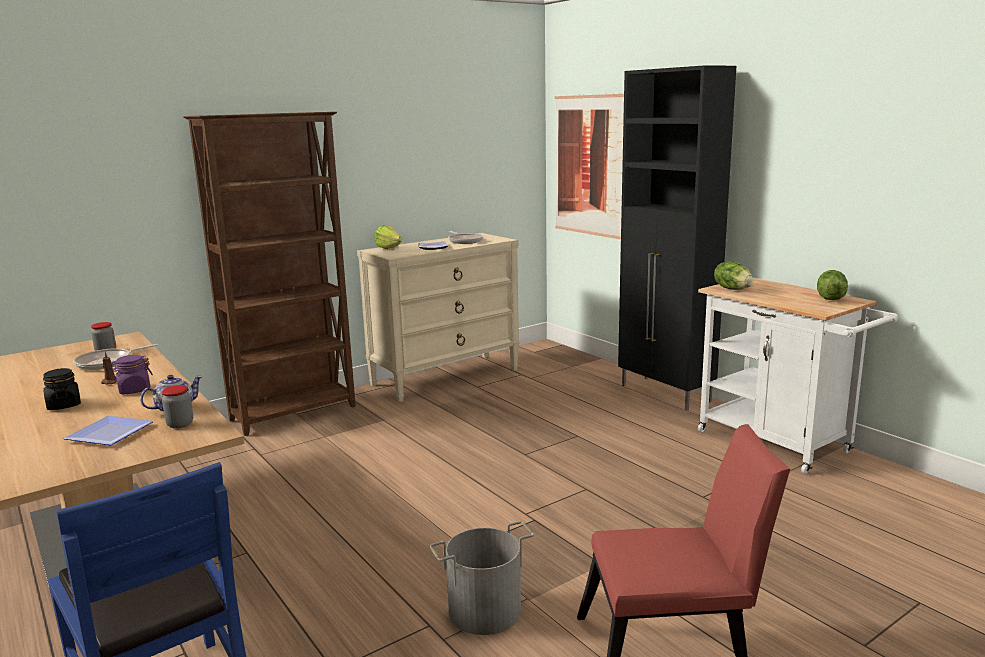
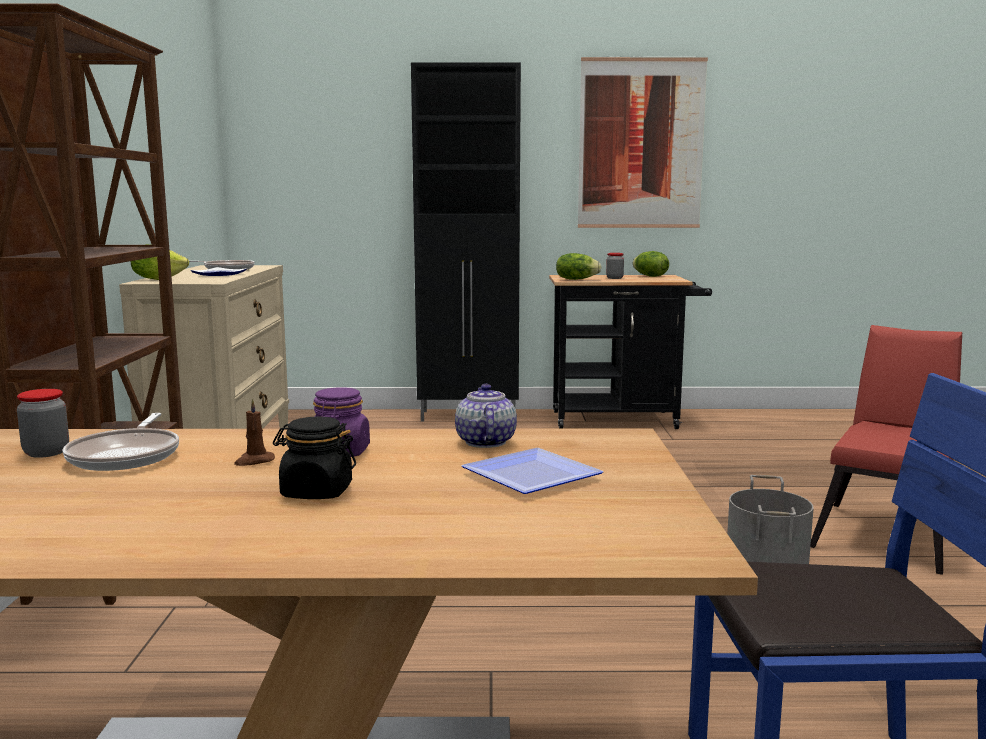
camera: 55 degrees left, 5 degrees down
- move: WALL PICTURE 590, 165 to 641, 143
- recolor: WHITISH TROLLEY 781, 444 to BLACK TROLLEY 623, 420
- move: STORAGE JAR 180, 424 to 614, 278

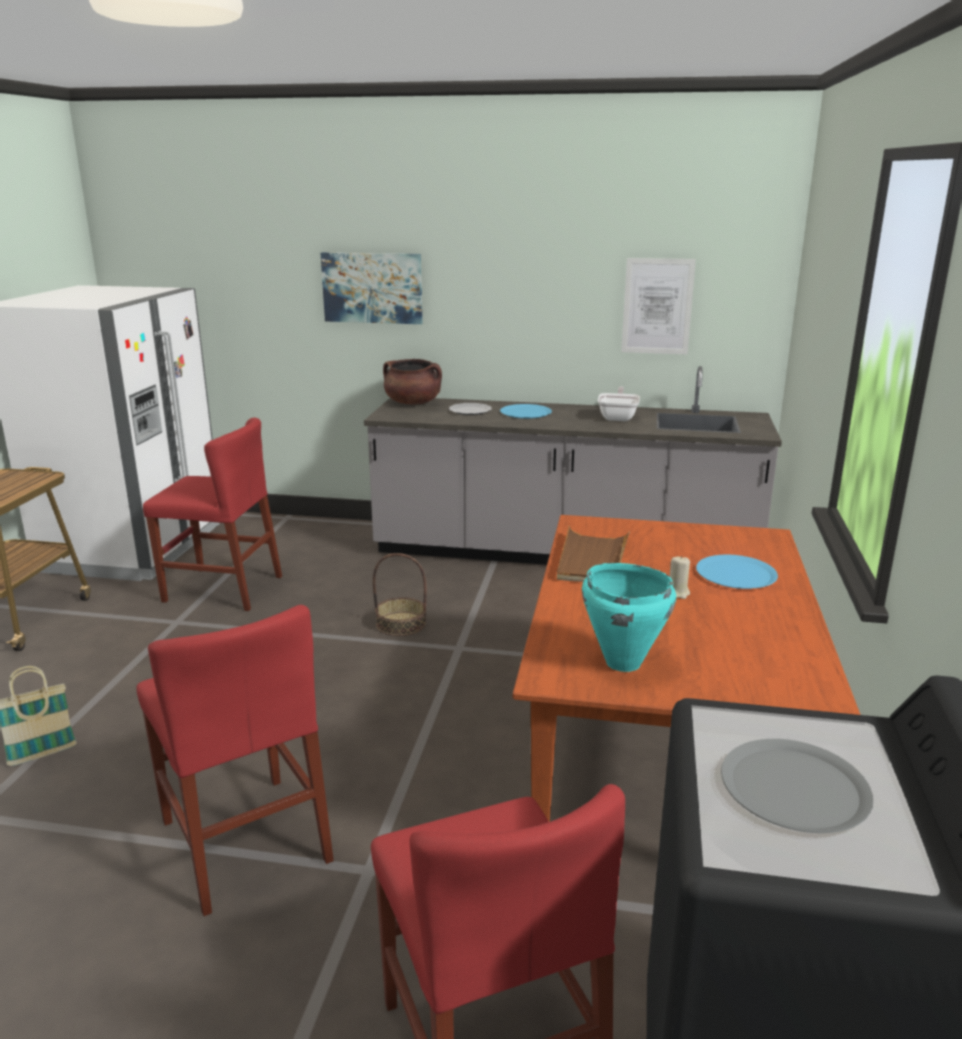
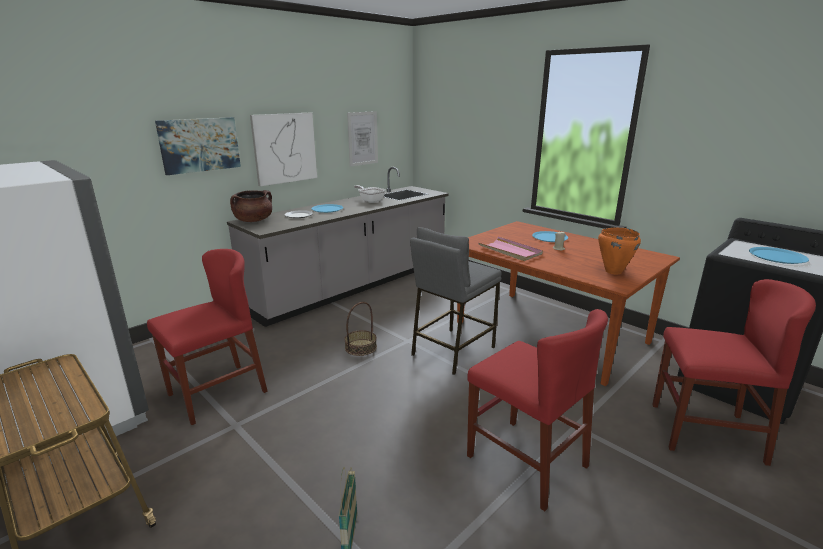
camera: 55 degrees left, 0 degrees up
- recolor: BROWNISH SERVING TRAY 592, 560 to PINK SERVING TRAY 510, 251
- recolor: TURQUOISE-COLOURED SAUCEPOT 622, 662 to ORANGEY SAUCEPOT 613, 271
- rotate: RED PLAIN CHAIR 245, 840 = 526, 461 45 degrees clockwise
- recolor: GREY FLAT DISH 794, 787 to BLUISH FLAT DISH 777, 256
- insert: WALL PICTURE 284, 148
- insert: GREY SITTING STOOL 452, 350

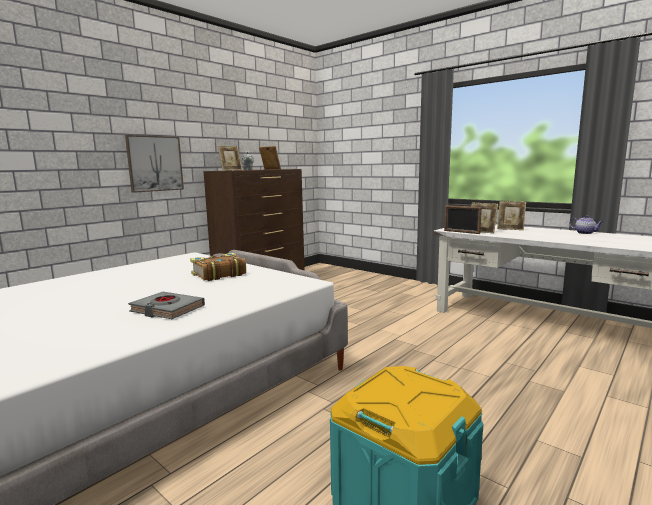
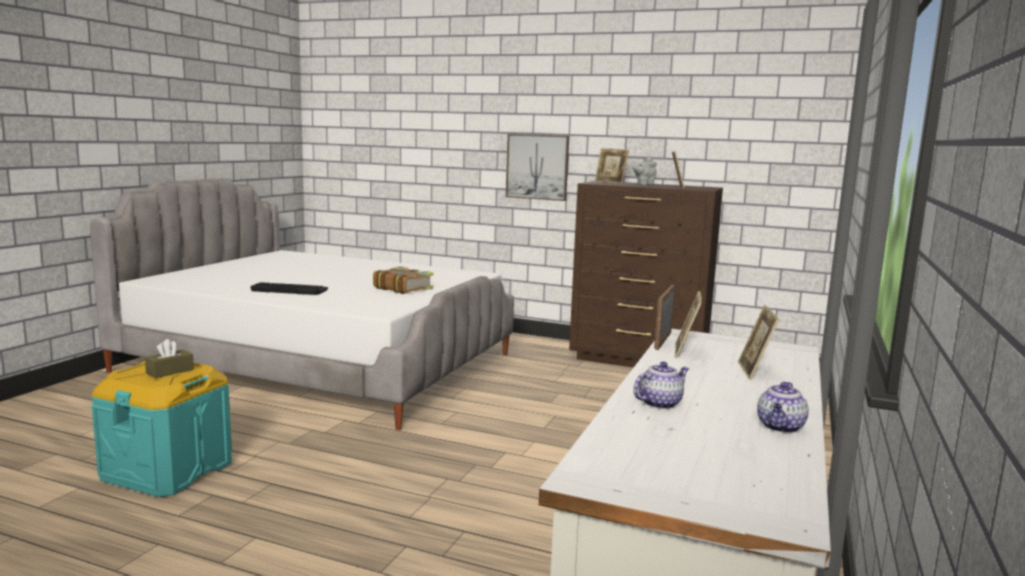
camera: 70 degrees right, 0 degrees up
- replace: GREY BOUND BOOK 167, 309 to KEYBOARD 289, 289
- insert: BROWNISH BOX OF TISSUES 170, 371
- insert: TEA POT 660, 403

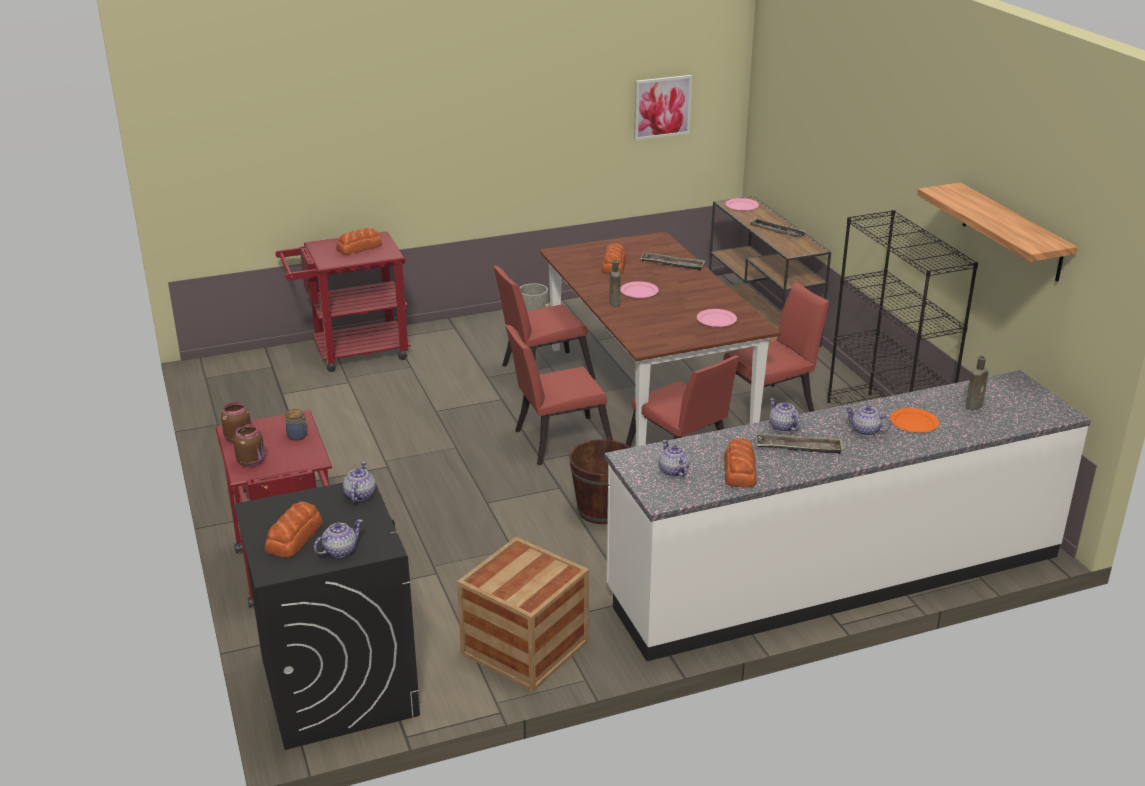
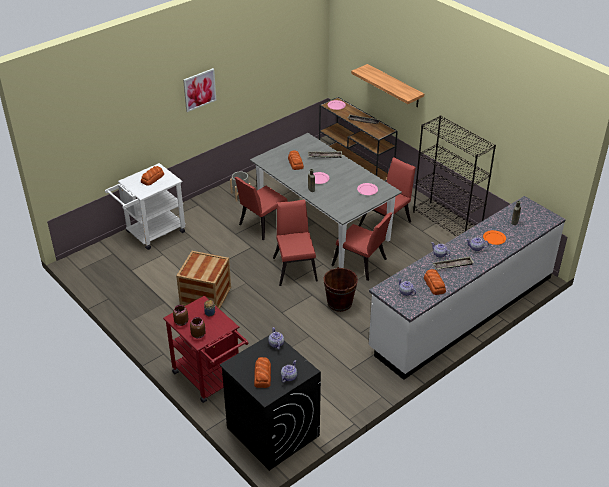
camera: 20 degrees left, 10 degrees up
- move: WALL PICTURE 662, 107 to 199, 89
- move: WALL SHELF 1012, 232 to 394, 86
- recolor: RED TROLLEY 351, 352 to WHITISH TROLLEY 151, 234
- recolor: BROWNISH DINING TABLE 648, 389 to GREY DINING TABLE 322, 223
- rotate: RED PLAIN CHAIR 557, 441 = 295, 267 120 degrees clockwise
- move: SHIPPING CRATE 525, 648 to 205, 296

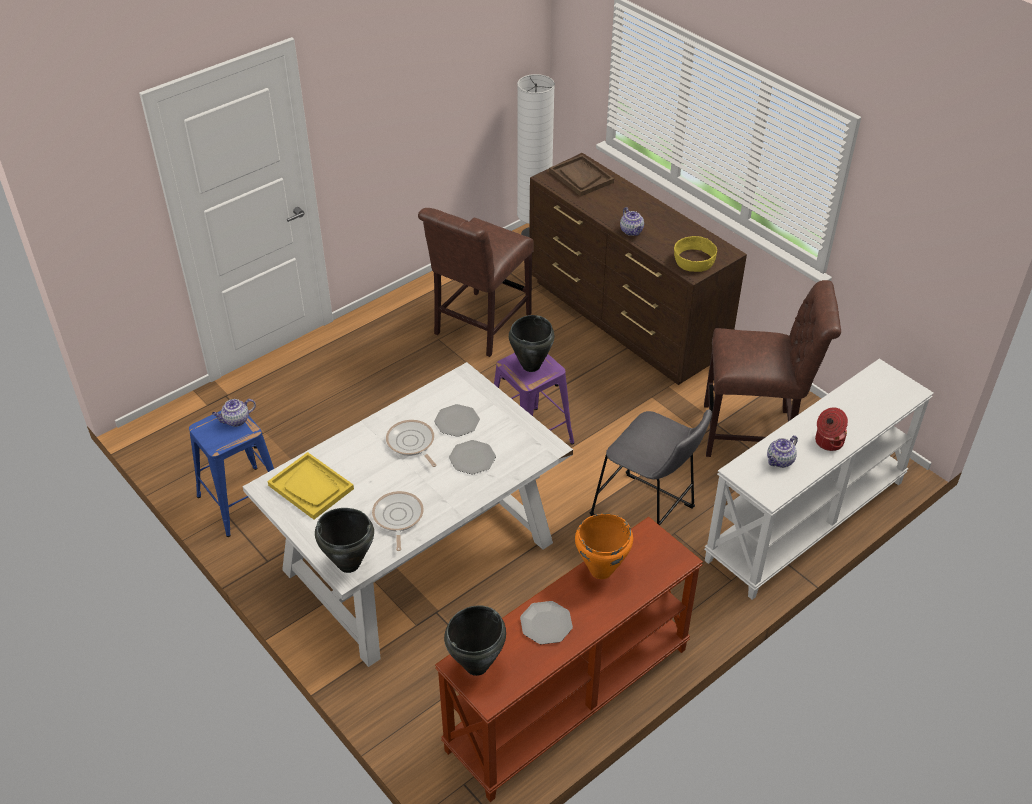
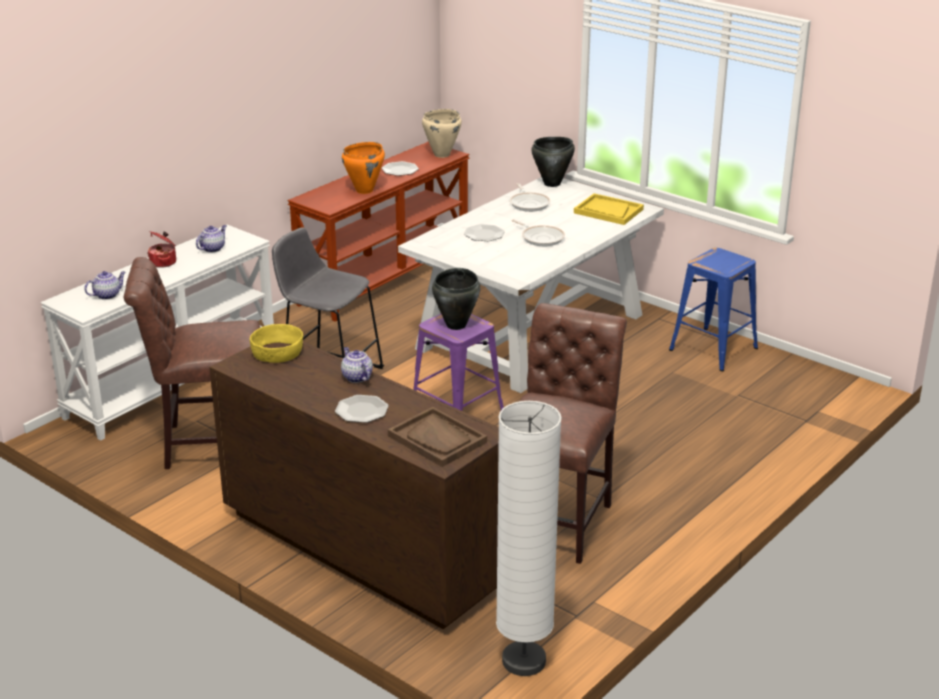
camera: 170 degrees right, 15 degrees down
- move: TEA POT 236, 420 to 107, 295
- move: FLAT DISH 457, 421 to 362, 410
- recolor: BLACK SAUCEPOT 477, 665 to SAND-COLOURED SAUCEPOT 441, 154

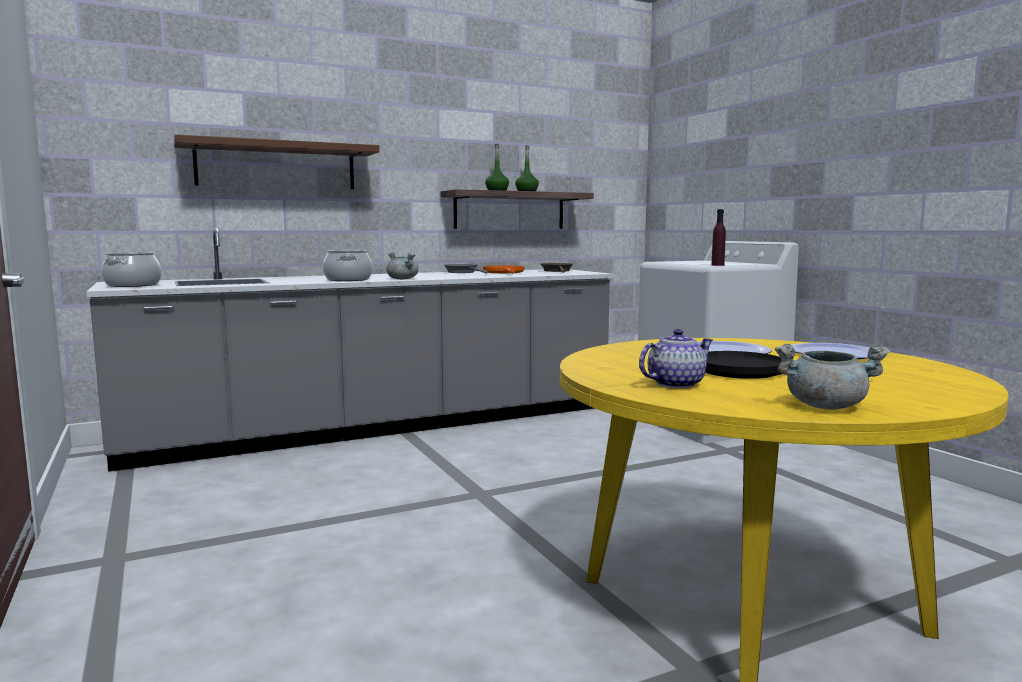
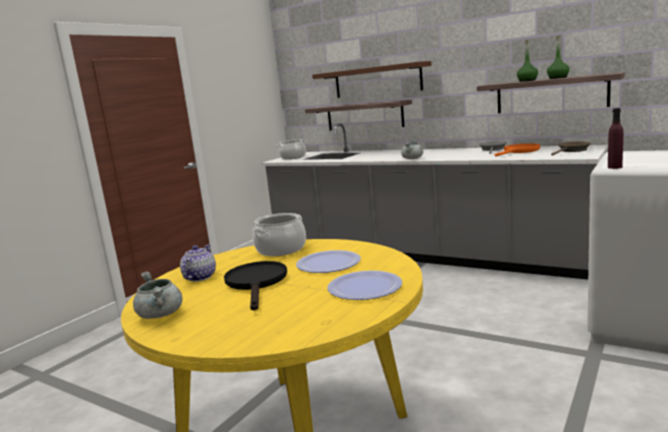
camera: 60 degrees right, 5 degrees up
- move: SAUCEPOT 348, 280 to 281, 249
- rotate: TEA POT 675, 384 = 199, 277 105 degrees counterclockwise
- insert: WALL SHELF 364, 116

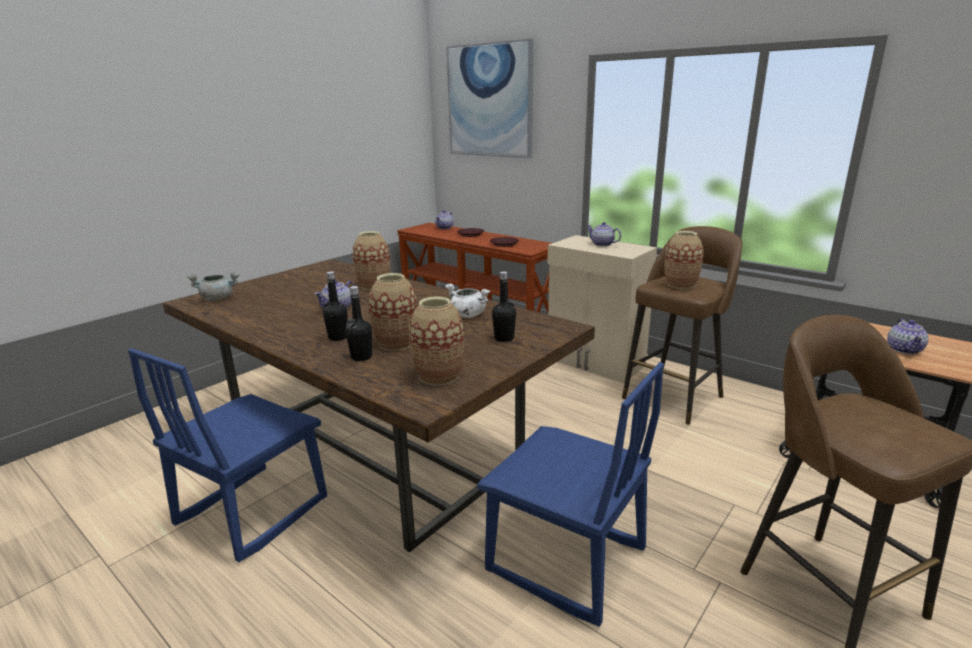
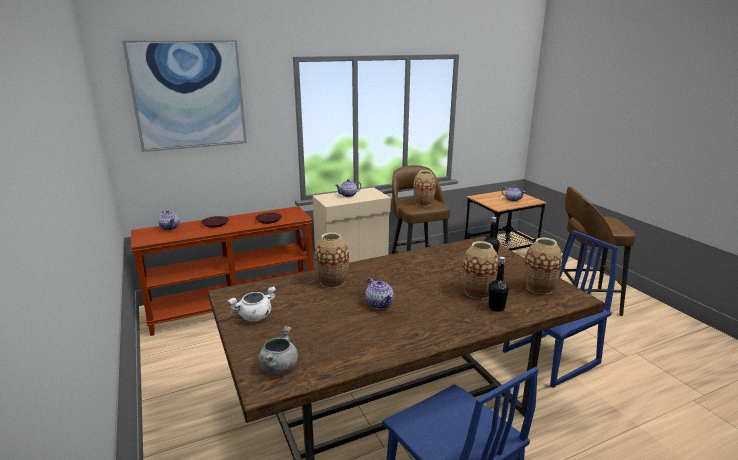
camera: 65 degrees left, 0 degrees up
- delete: BLACK DRINK BOTTLE 338, 337
- move: WHITISH SAUCEPOT 467, 315 to 255, 317

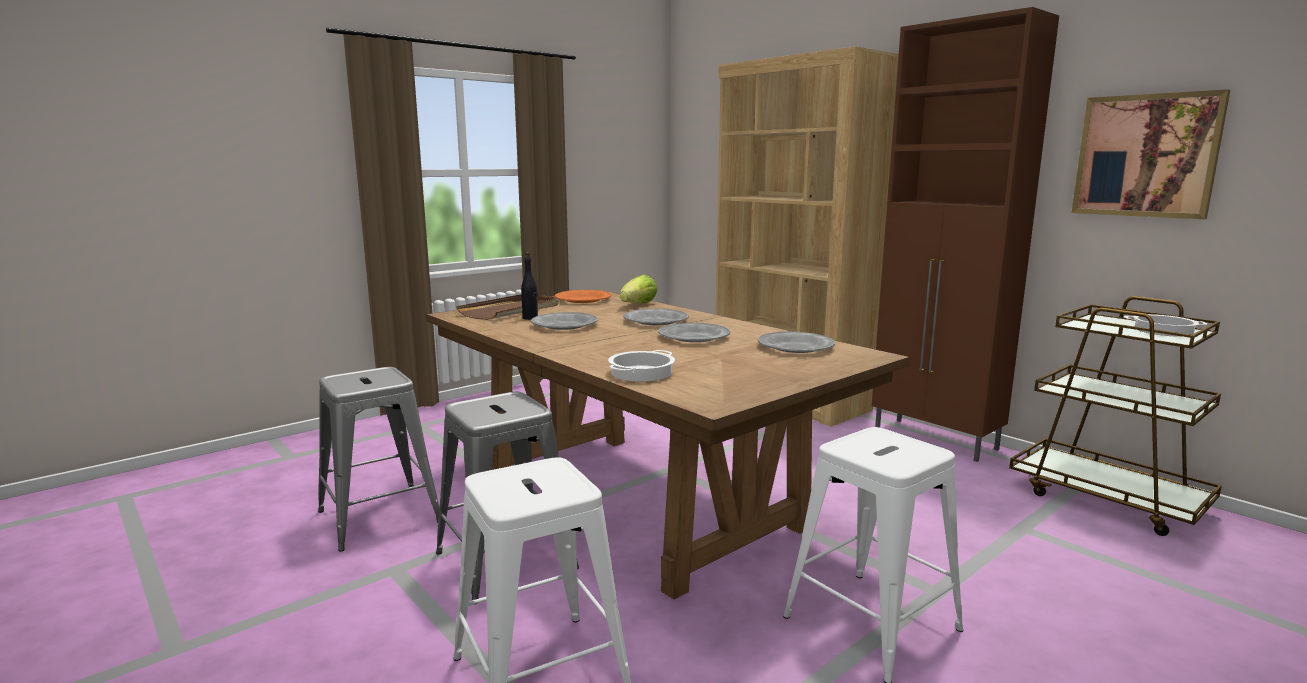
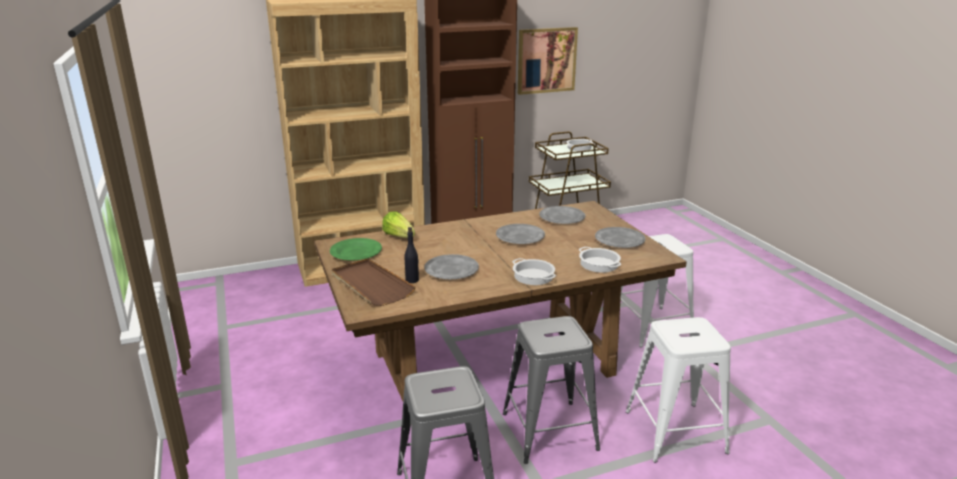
camera: 70 degrees left, 10 degrees up
- recolor: ORANGEY FLAT DISH 582, 300 to GREENISH FLAT DISH 356, 253
- move: GREY FLAT DISH 656, 321 to 619, 240
- insert: SAUCEPOT 534, 276

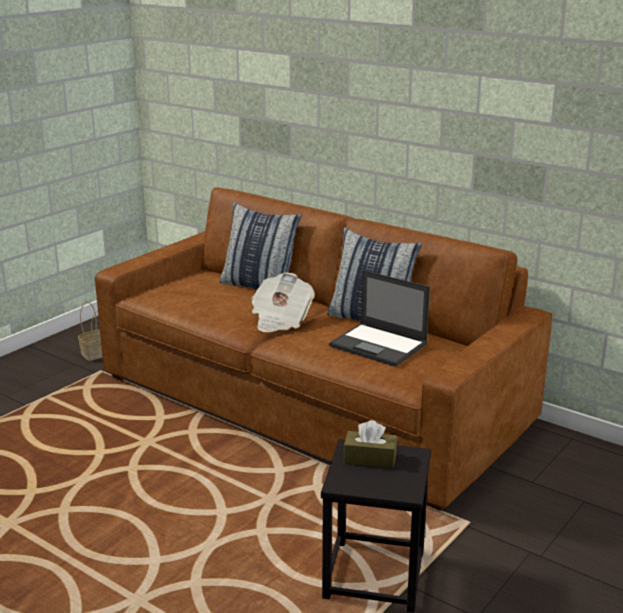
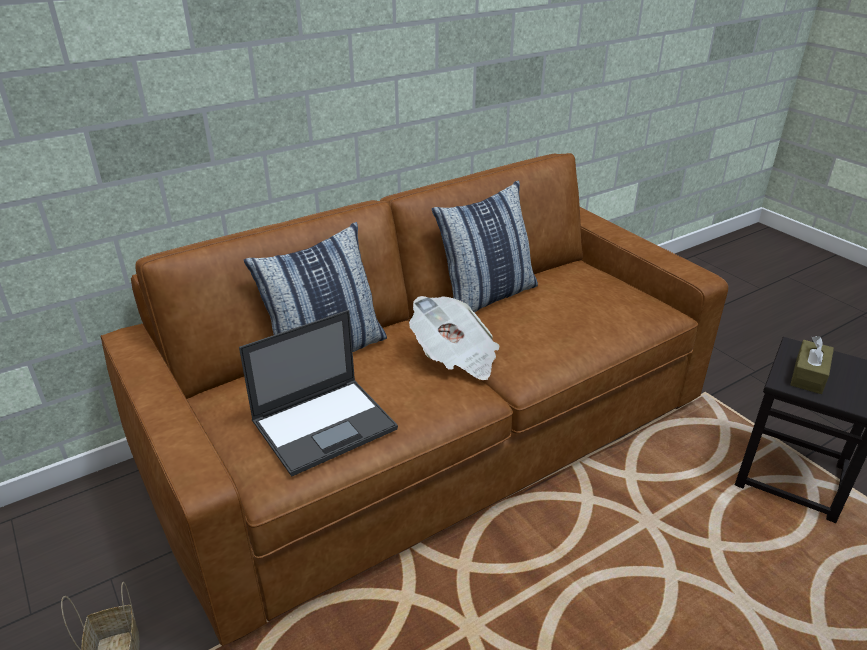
camera: 70 degrees left, 10 degrees up
- move: PORTABLE COMPUTER 379, 345 to 325, 424

